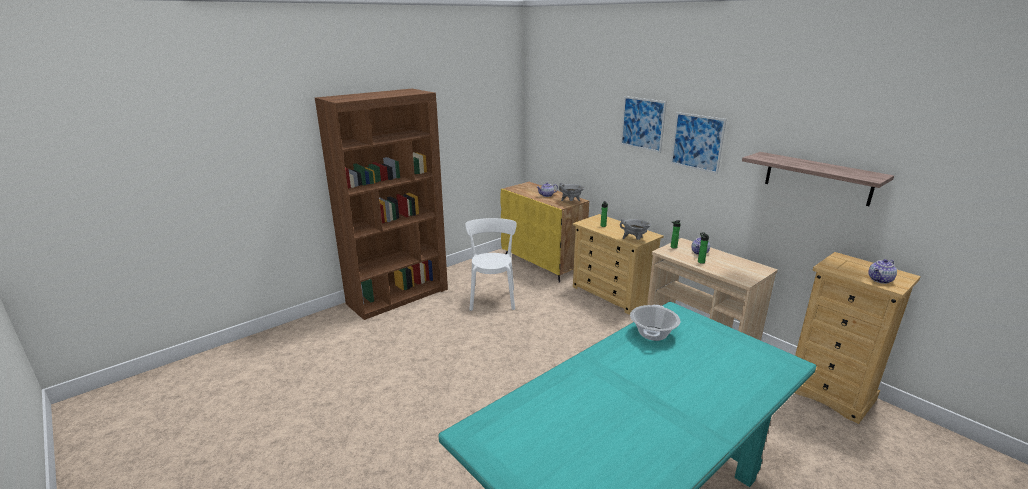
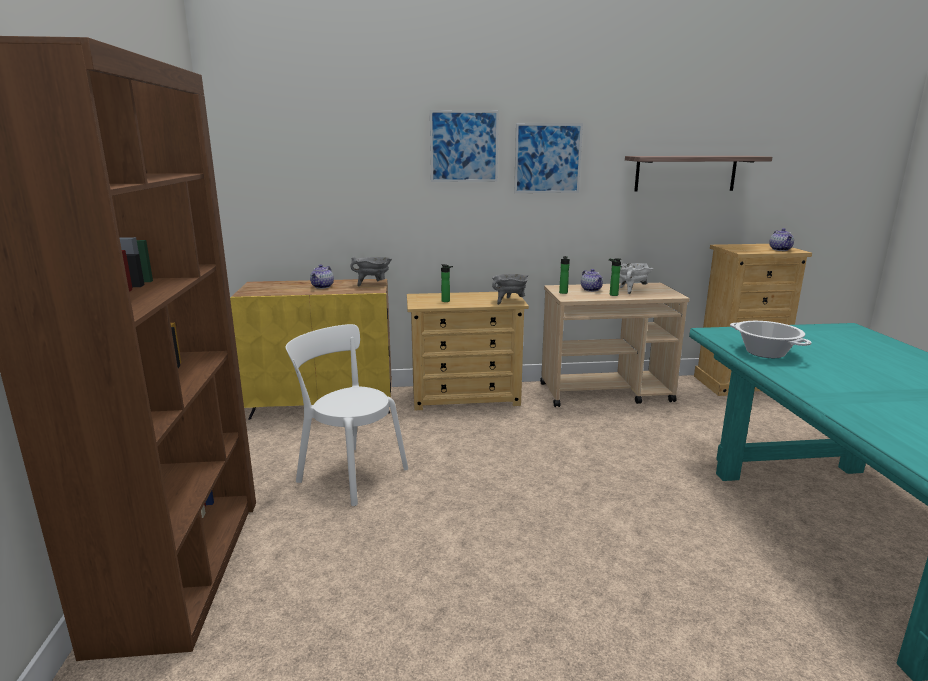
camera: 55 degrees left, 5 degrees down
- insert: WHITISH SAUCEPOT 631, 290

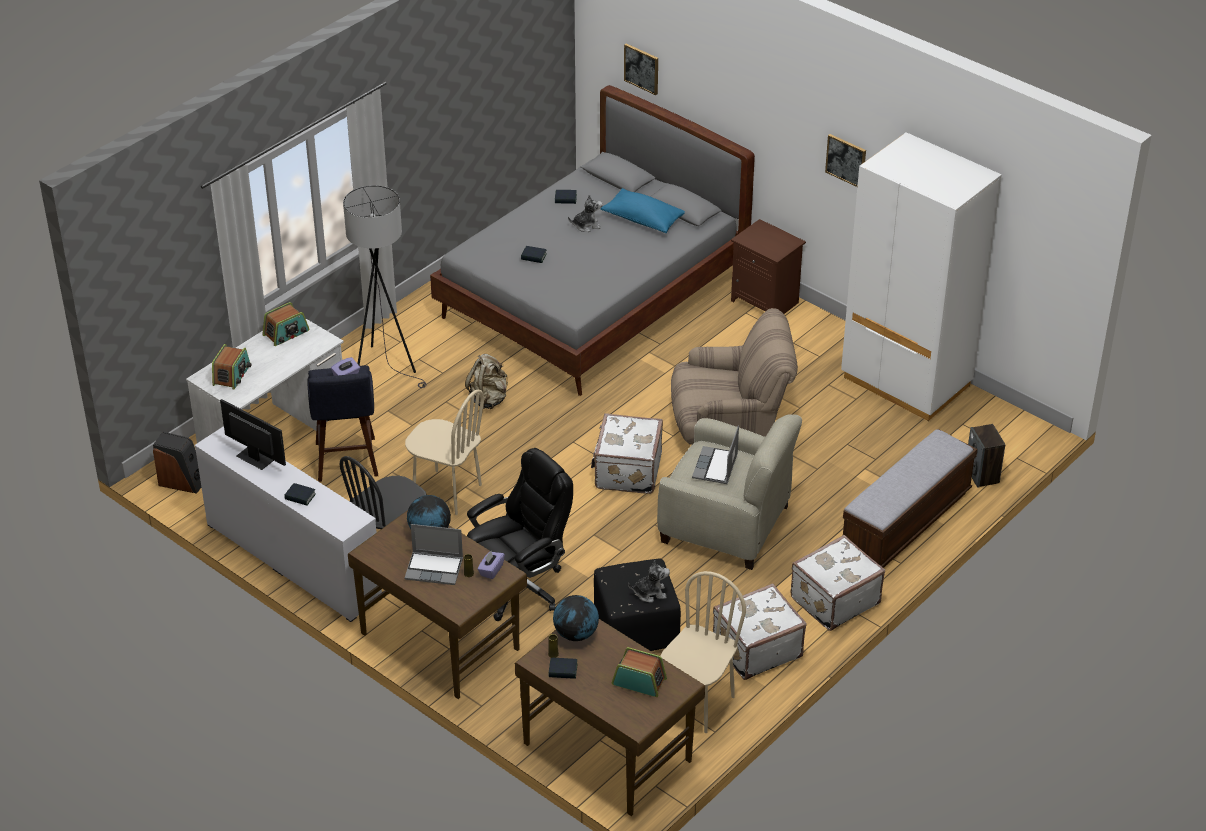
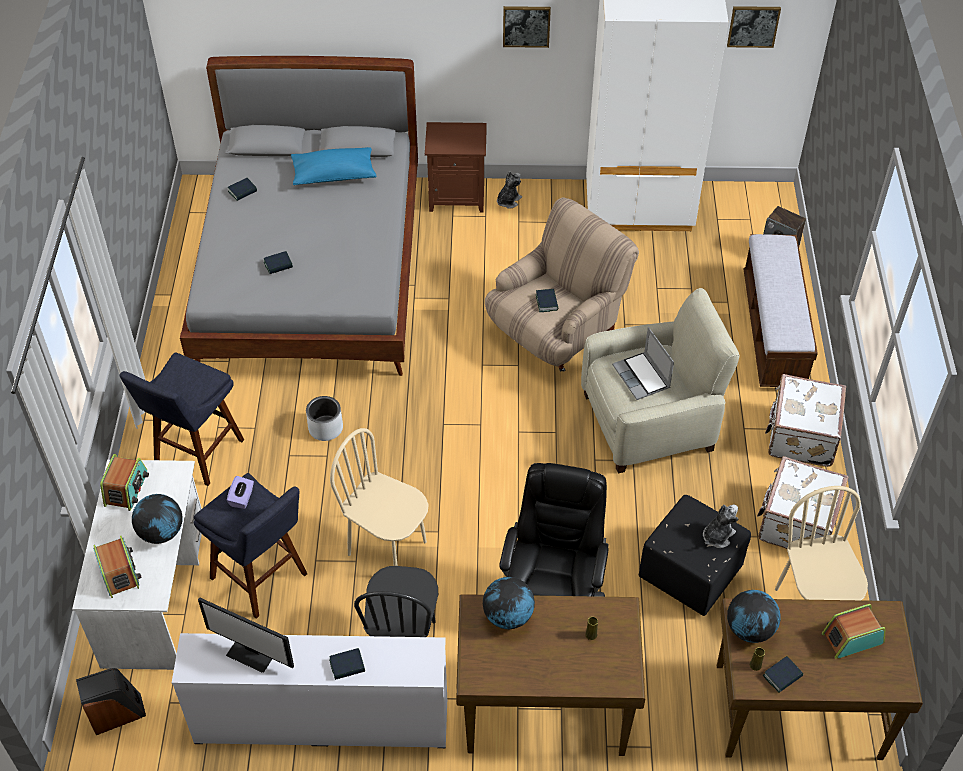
camera: 40 degrees left, 10 degrees up
- move: WALL PICTURE 641, 68 to 753, 26
- replace: GREY STANDING LAMP 386, 367 to BLUISH SITTING STOOL 195, 455
- move: PLUSH TOY 586, 225 to 508, 201
- replace: SAND-COLOURED BACKPACK 489, 399 to GREY PLANTER 325, 428
- rotate: SAND-COLOURED PLAIN CHAIR 447, 492 = 387, 547 135 degrees counterclockwise
- rotate: COMPUTER SCREEN 255, 457 = 252, 653 150 degrees counterclockwise
- delete: WHITISH SUITCASE 626, 471
- delete: PORTABLE COMPUTER 435, 569
- delete: PURPLE-COLOURED BOX OF TISSUES 491, 570
- insert: BOUND BOOK 546, 302
- insert: GLOBE 161, 532

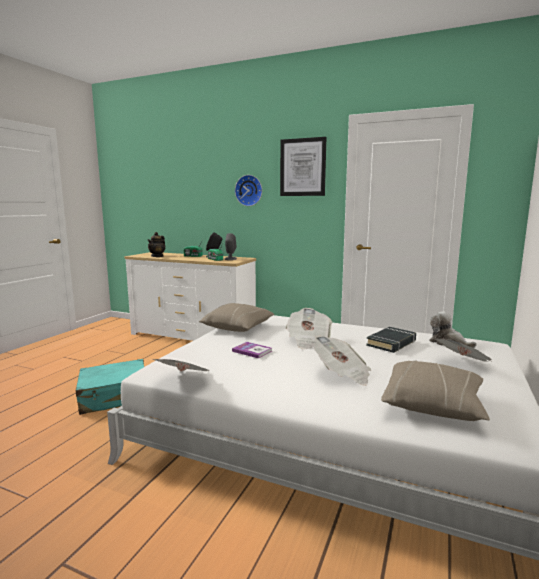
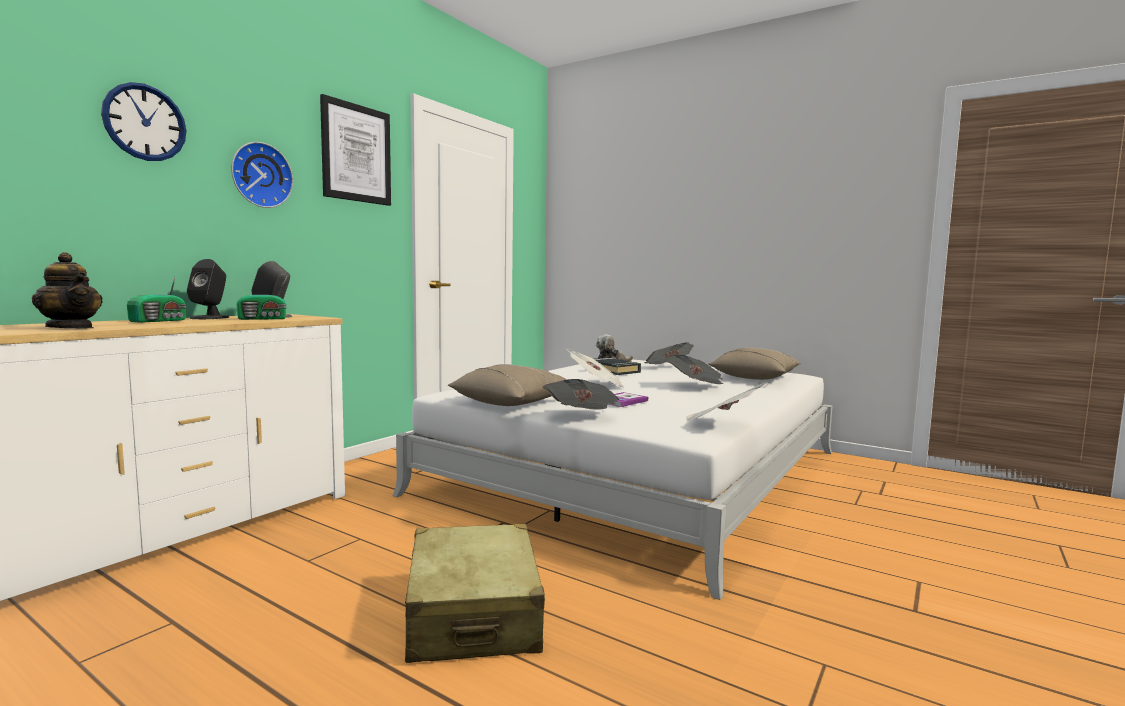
camera: 80 degrees left, 5 degrees down
- recolor: TURQUOISE-COLOURED SUITCASE 115, 397 to SAND-COLOURED SUITCASE 473, 614
- insert: WALL CLOCK 145, 122
- insert: PRINTED PAPER 582, 416

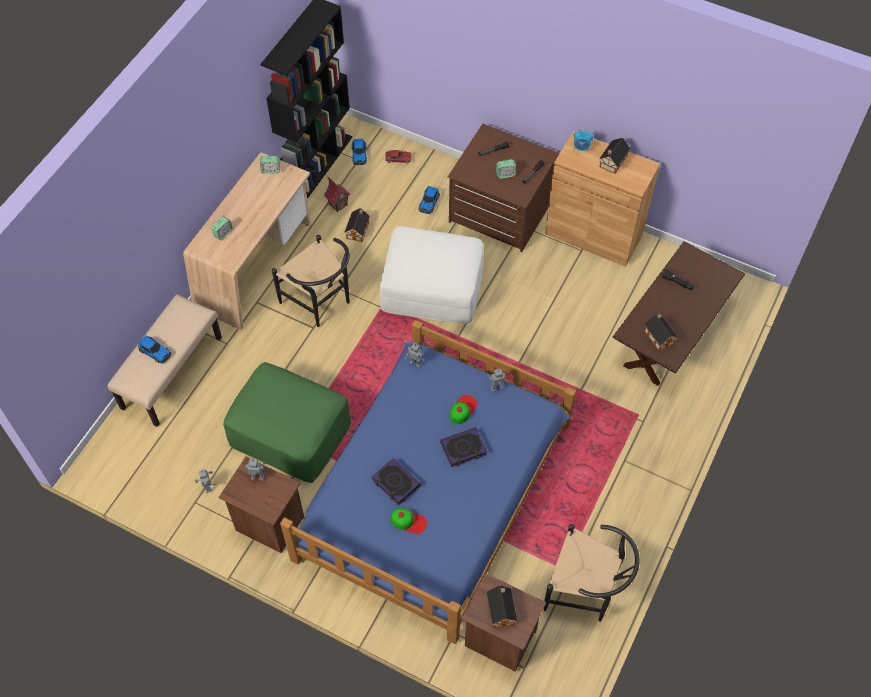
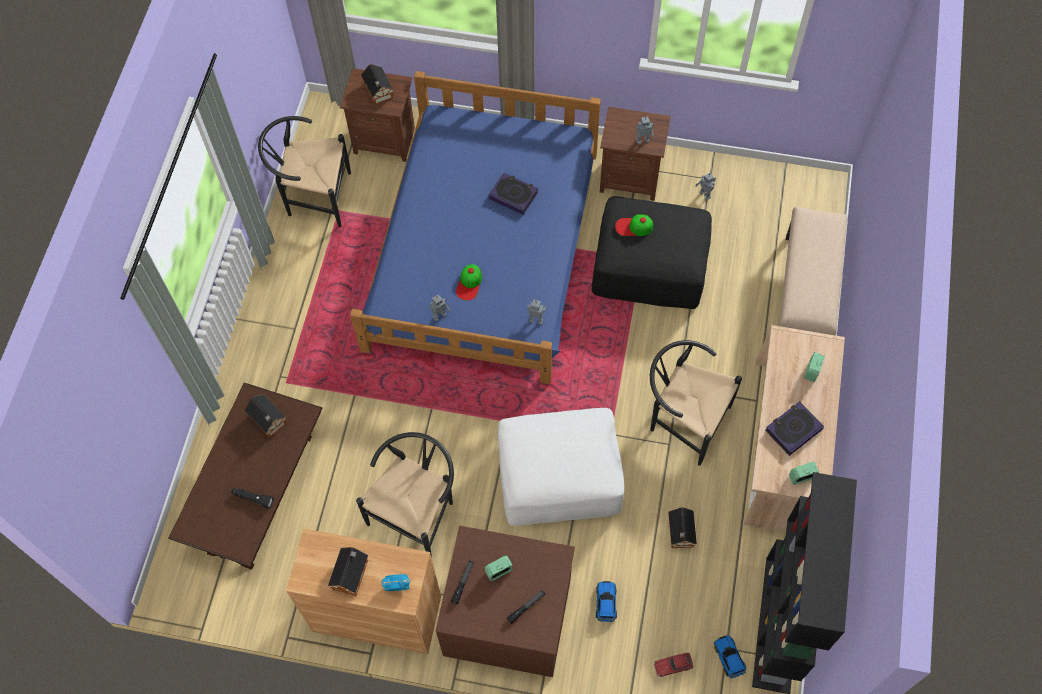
camera: 165 degrees right, 5 degrees up
- delete: TOY HOUSE 338, 204
- delete: MINIATURE CAR 154, 351
- recolor: GREENISH POUFFE 289, 433 to BLACK POUFFE 650, 266
- move: BOUND BOOK 463, 449 to 793, 429
- move: CAP 408, 521 to 634, 227
- insert: BLACK PLAIN CHAIR 417, 511

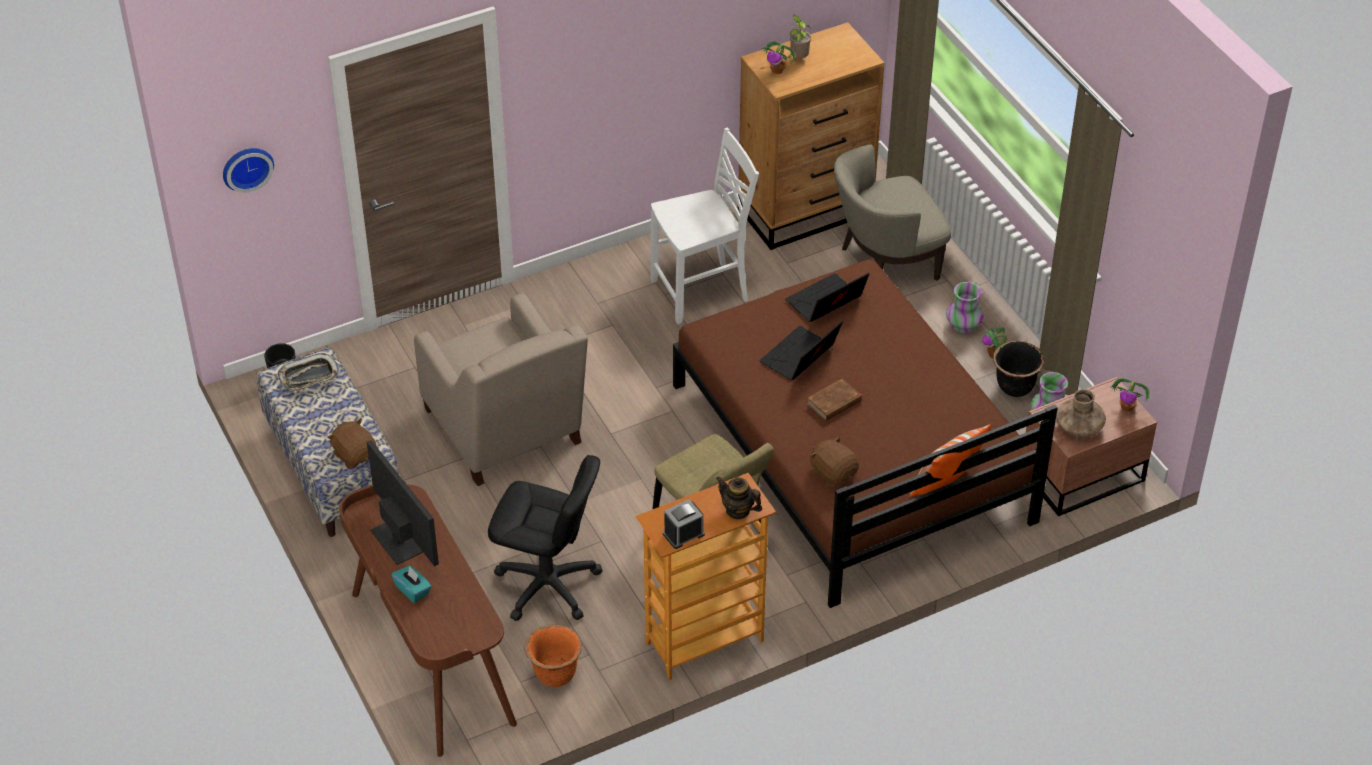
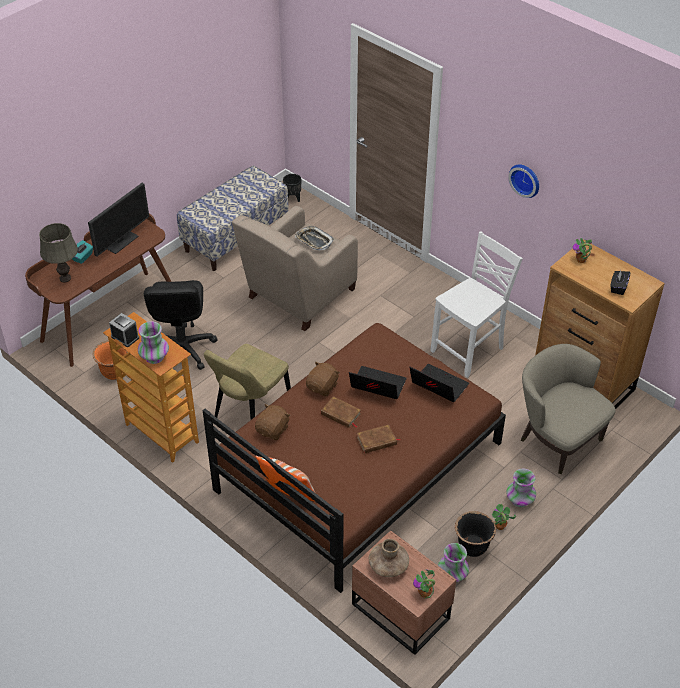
camera: 70 degrees right, 0 degrees up
- delete: PLANT IN A POT 798, 58
- rotate: WHITISH PLAIN CHAIR 702, 292 = 469, 350 90 degrees counterclockwise
- move: WALL CLOCK 246, 167 to 526, 179
- move: SERVING TRAY 309, 376 to 314, 241
- move: BROWNISH PLUSH TOY 355, 455 to 322, 387
- replace: TEA POT 738, 510 to FLOWER VASE 154, 357
- insert: GREY TABLE LAMP 65, 278
- insert: BLACK BOX OF TISSUES 618, 287
- insert: BROWNISH BOUND BOOK 377, 441

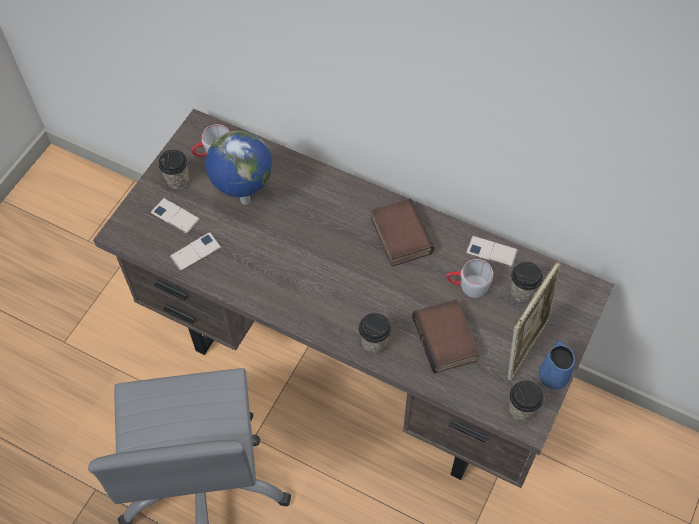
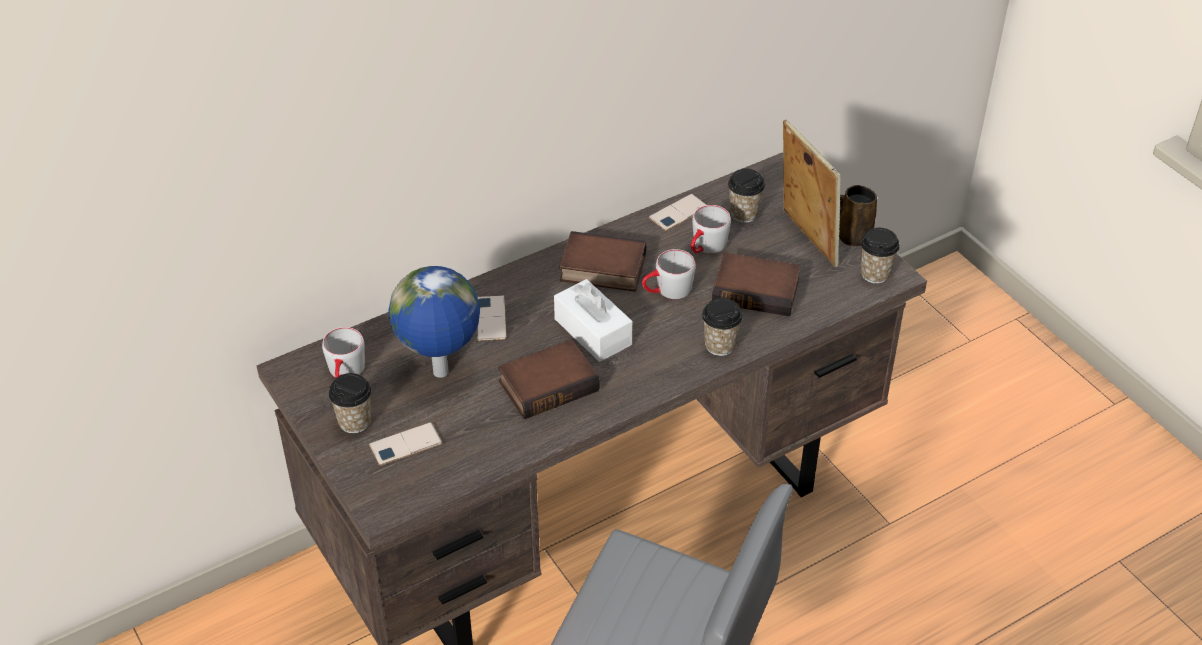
camera: 60 degrees left, 15 degrees down
- move: TELEPHONE 195, 252 to 490, 319
- recolor: BLUISH MUG 553, 375 to BROWNISH MUG 852, 235
- insert: GREY MUG 667, 291
- insert: WHITISH BOX OF TISSUES 593, 332
- insert: BOUND BOOK 548, 384

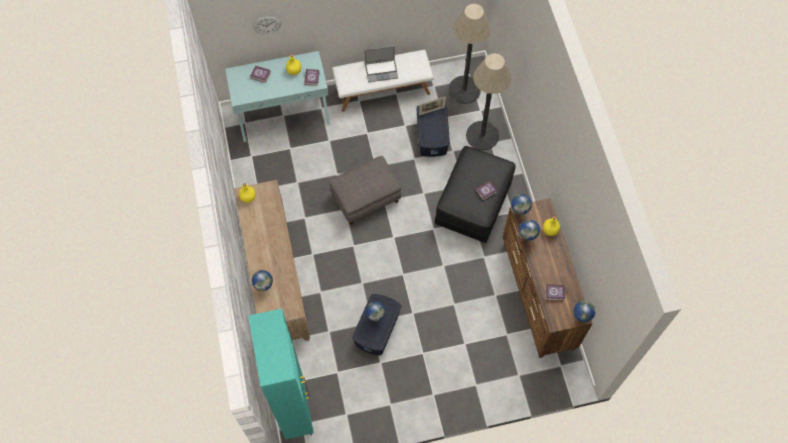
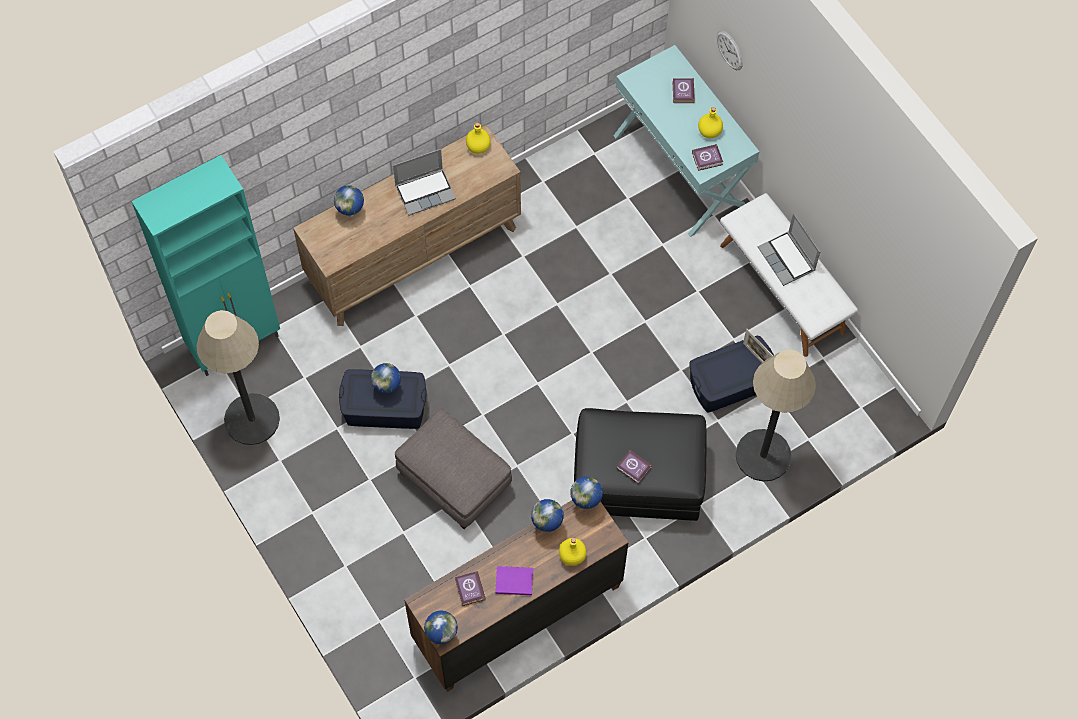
camera: 70 degrees right, 0 degrees up
- move: STANDING LAMP 464, 90 to 252, 419
- move: GREY POUFFE 365, 198 to 453, 479
- insert: PORTABLE COMPUTER 425, 191
- insert: PURPLE-COLOURED BOUND BOOK 513, 580

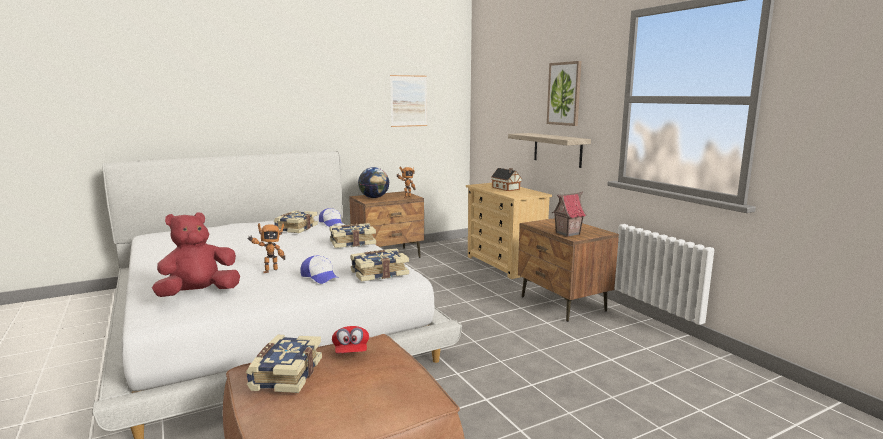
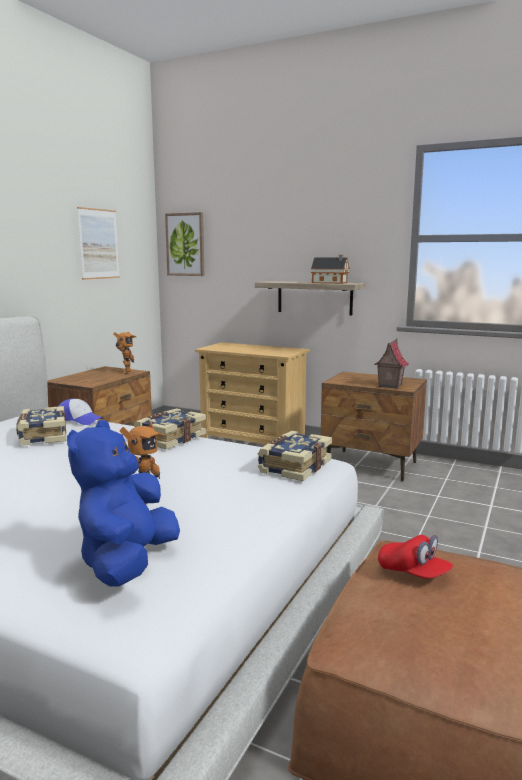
camera: 35 degrees left, 0 degrees up
- move: WALL PICTURE 564, 93 to 185, 244
- delete: GLOBE 374, 198
- move: TOY HOUSE 506, 188 to 331, 283
- recolor: RED PLUSH TOY 199, 293 to BLUISH PLUSH TOY 127, 563
- delete: CAP 320, 276
- delete: BOUND BOOK 285, 374

